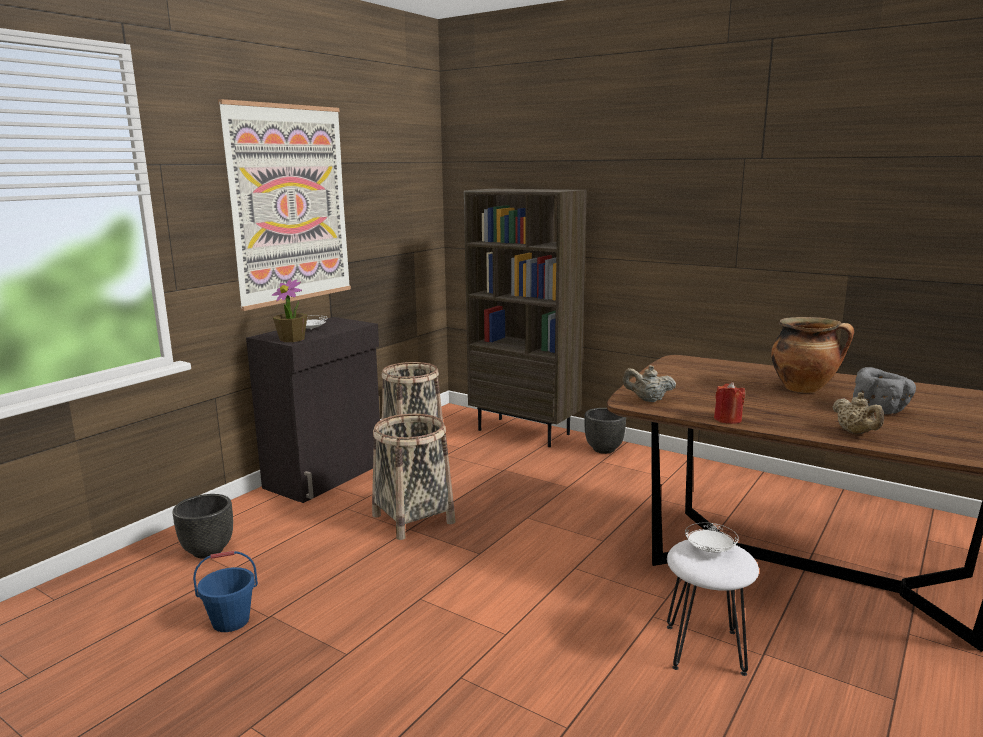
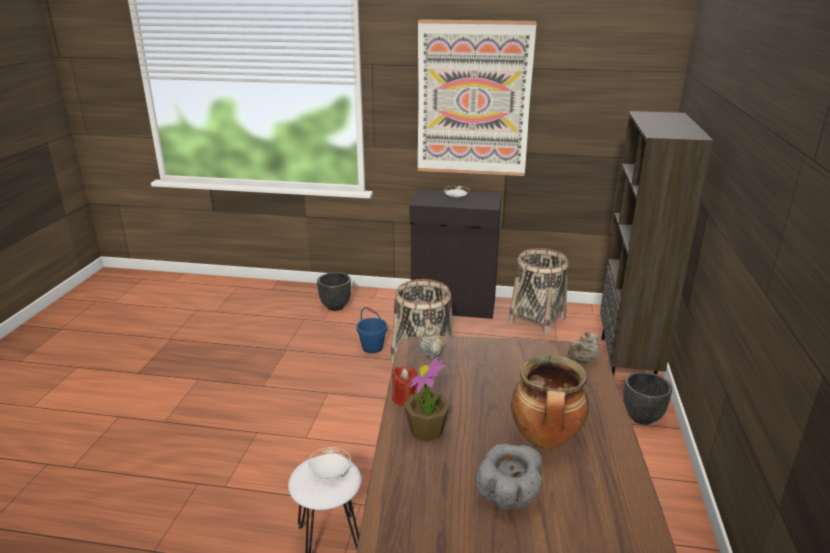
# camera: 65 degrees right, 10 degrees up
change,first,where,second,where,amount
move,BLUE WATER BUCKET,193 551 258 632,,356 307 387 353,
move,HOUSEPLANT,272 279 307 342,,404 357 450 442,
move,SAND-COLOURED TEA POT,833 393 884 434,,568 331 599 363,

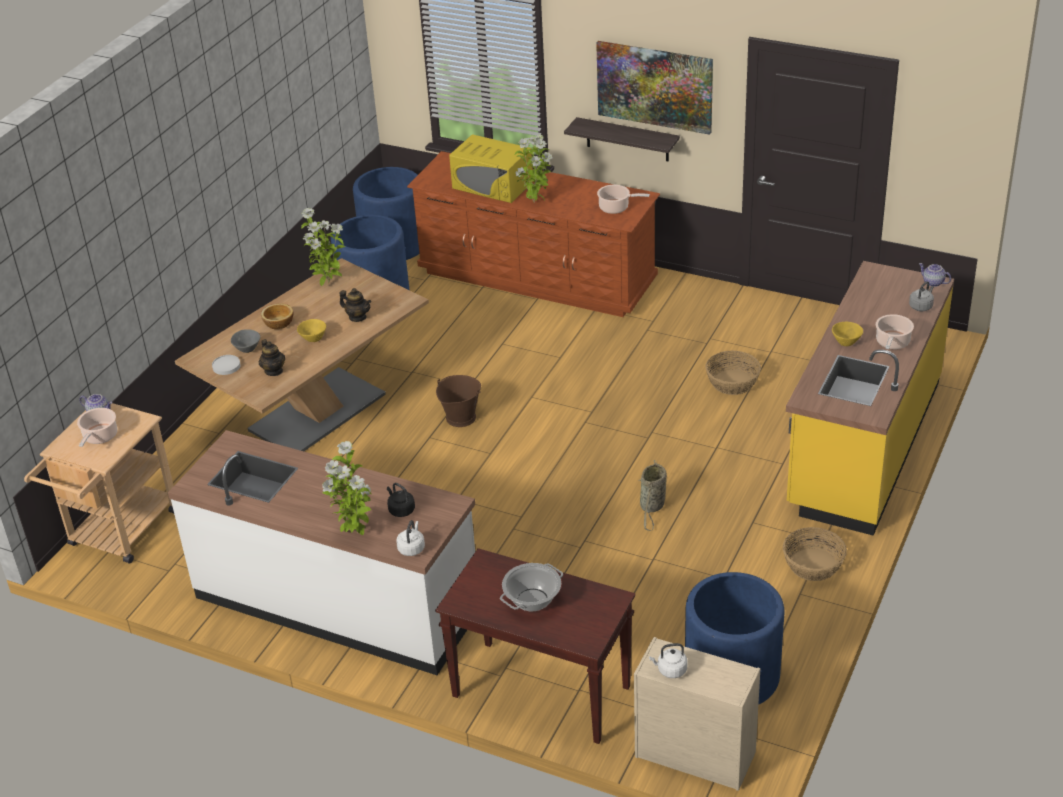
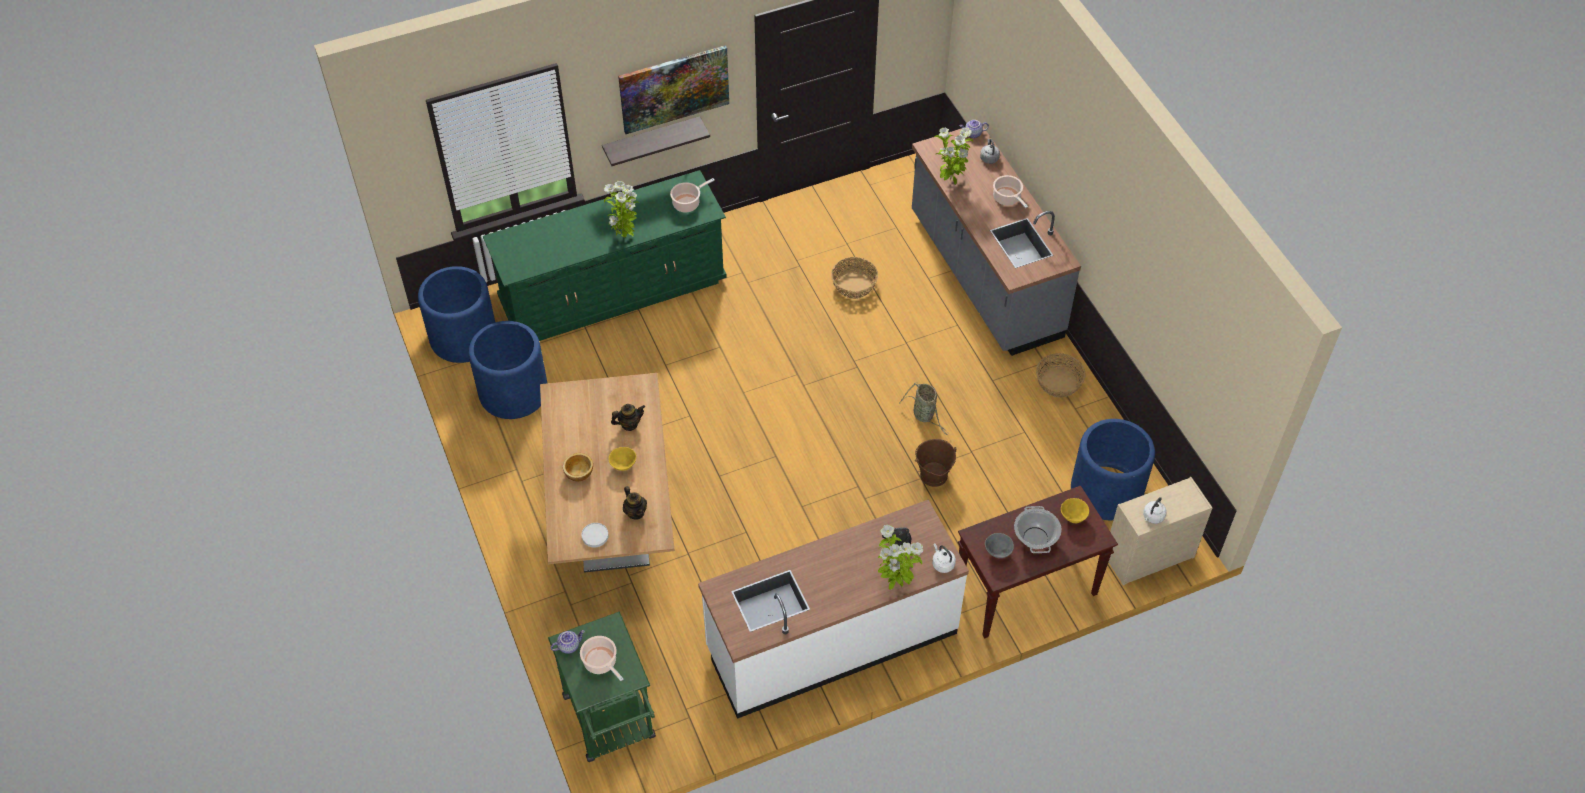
# camera: 50 degrees left, 15 degrees up
change,first,where,second,where,amount
recolor,SAND-COLOURED WHEELED CART,24 403 174 564,GREEN WHEELED CART,548 611 656 762,
move,GREY DEEP DISH,231 329 260 353,,985 533 1014 558,
rotate,TEA POT,259 339 285 376,,623 486 647 520,45 degrees clockwise
move,HOUSEPLANT,301 208 345 286,,935 128 973 185,
recolor,BROWN-COLOURED CHEST OF DRAWERS,407 151 660 317,GREEN CHEST OF DRAWERS,483 170 727 341,
move,BROWN-COLOURED WATER BUCKET,436 375 481 427,,915 439 957 487,
delete,YELLOWISH MICROWAVE OVEN,449 134 533 203,,,
recolor,YELLOWISH COUNTER,786 261 954 536,GREY COUNTER,912 127 1081 356,
move,YELLOWISH DEEP DISH,832 322 863 346,,1061 498 1089 523,

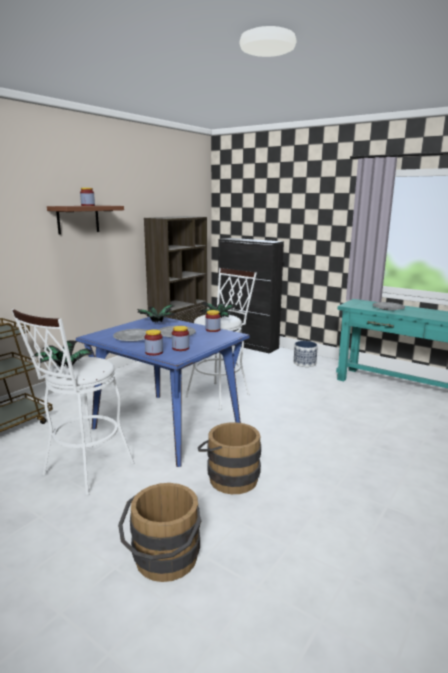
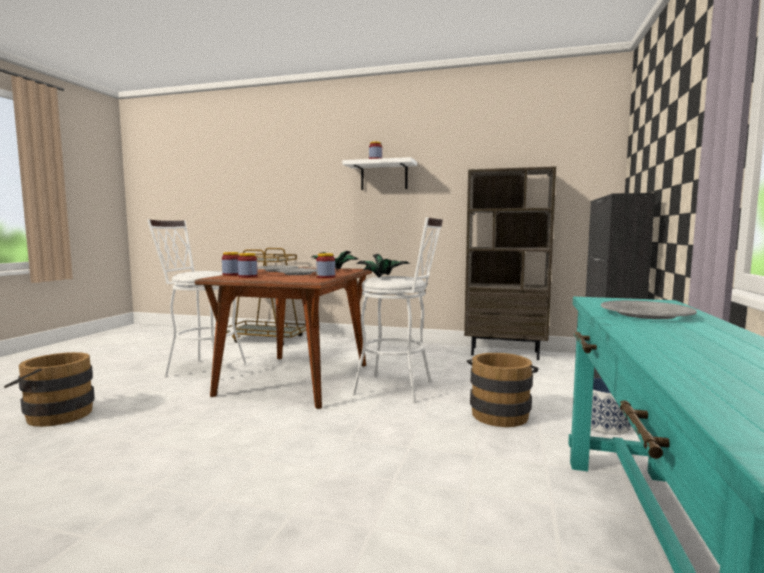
# camera: 70 degrees right, 10 degrees down
change,first,where,second,where,amount
delete,HOUSEPLANT,32 340 93 368,,,
recolor,BROWN-COLOURED BRACKET SHELF,47 205 124 235,WHITISH BRACKET SHELF,342 157 417 190,
recolor,BLUE DINNER TABLE,76 317 250 467,BROWN-COLOURED DINNER TABLE,195 267 372 409,
move,BROWN-COLOURED WATER BUCKET,198 422 261 494,,467 353 539 427,

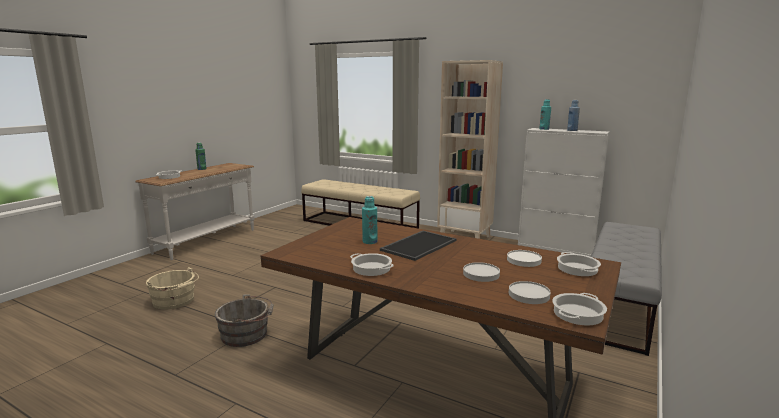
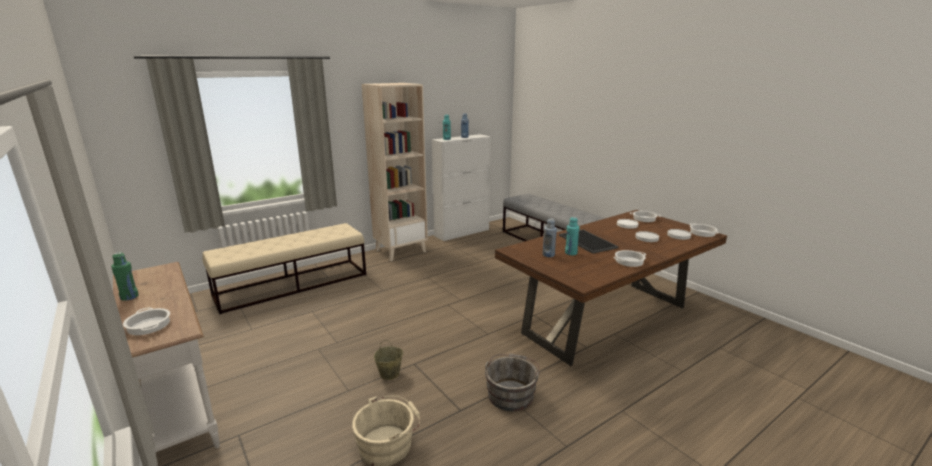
# camera: 65 degrees left, 5 degrees up
change,first,where,second,where,amount
insert,,,SAND-COLOURED WATER BUCKET,374 340 403 380,
insert,,,BLUE DRINK BOTTLE,543 218 557 257,

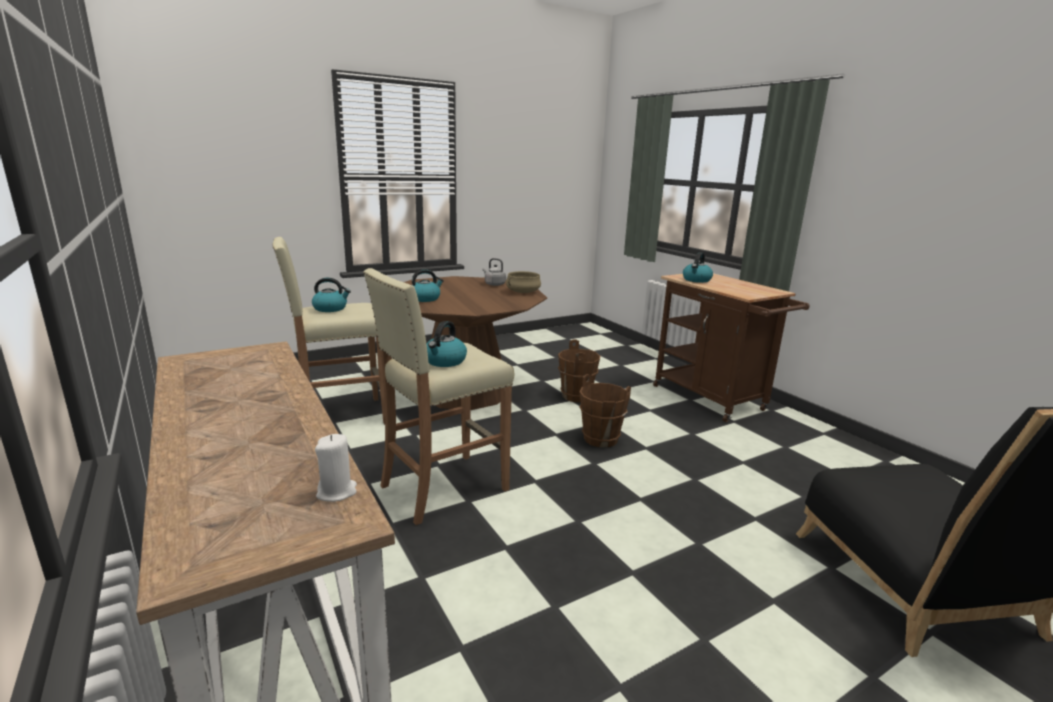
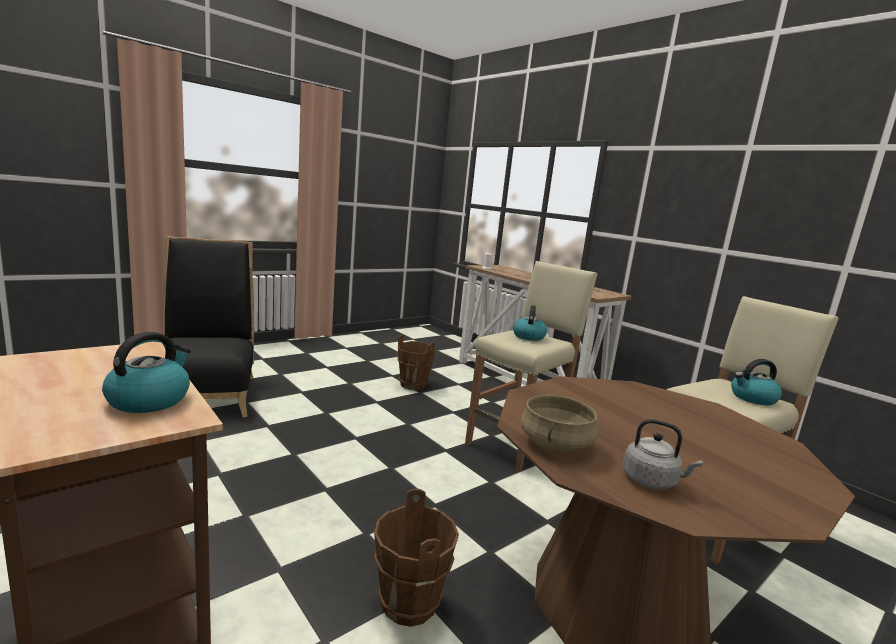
# camera: 170 degrees right, 5 degrees down
change,first,where,second,where,amount
delete,WATER KETTLE,412 269 444 302,,,
move,BROWN-COLOURED WATER BUCKET,579 374 631 448,,397 334 436 390,

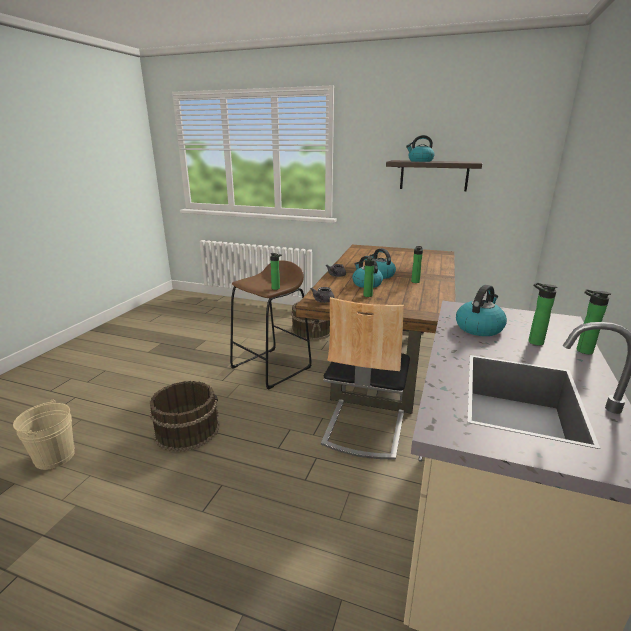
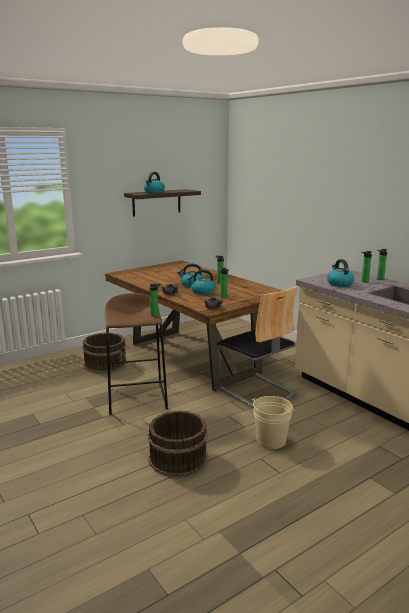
# camera: 55 degrees left, 5 degrees down
change,first,where,second,where,amount
move,SAND-COLOURED WATER BUCKET,13 400 75 470,,251 396 294 449,

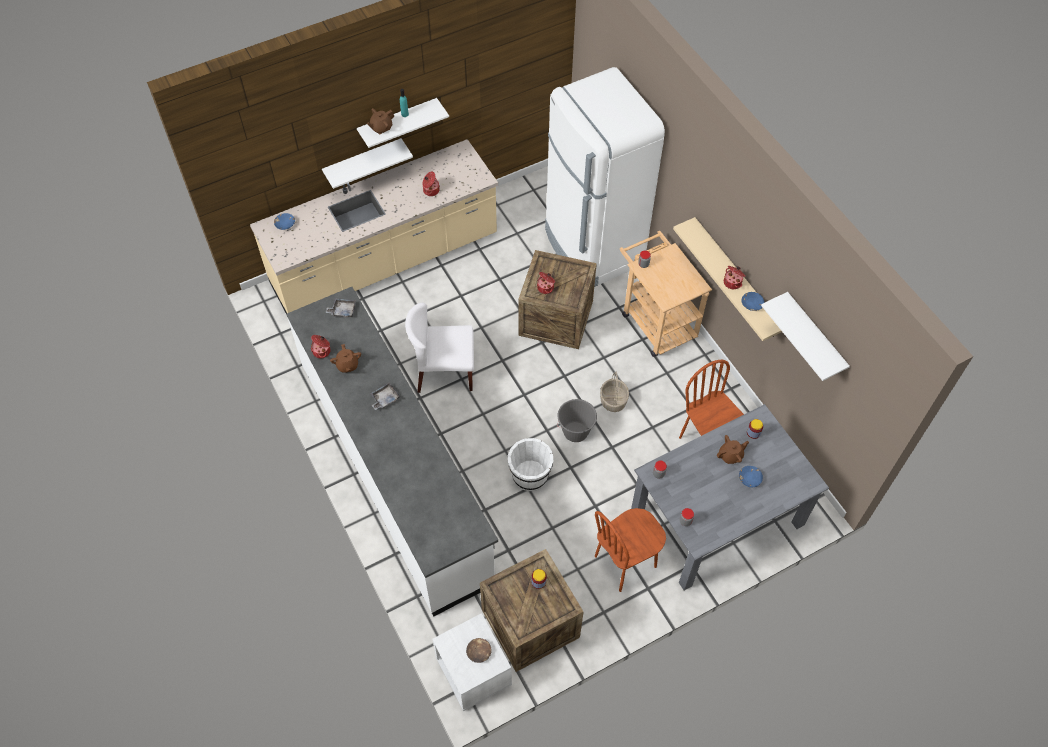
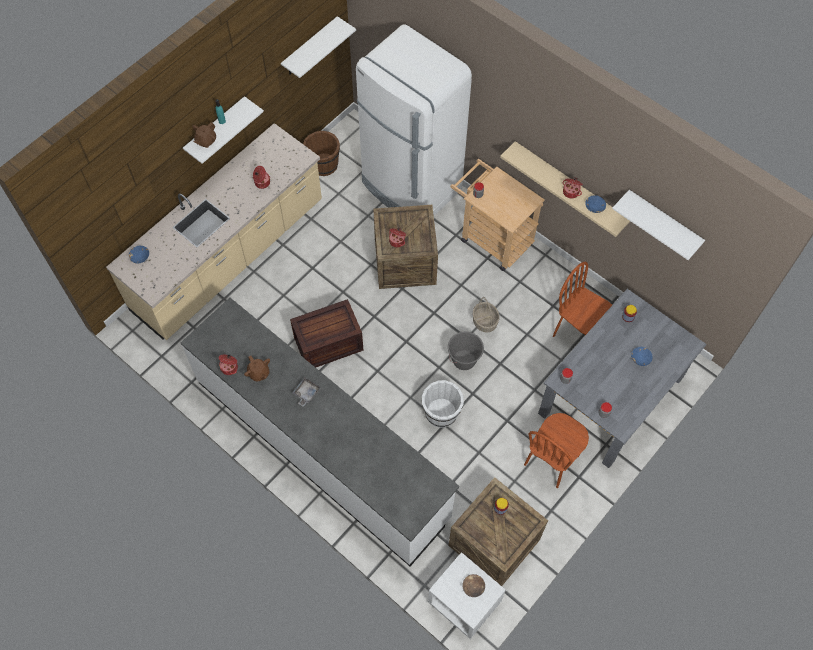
# camera: 20 degrees left, 5 degrees up
change,first,where,second,where,amount
move,WHITISH BRACKET SHELF,322 138 413 189,,281 16 356 78,
delete,GREY TRAY,326 298 356 318,,,
replace,WHITISH UPRIGHT CHAIR,405 303 474 393,PACKING CRATE,290 299 363 368,
delete,BROWN-COLOURED TEA POT,717 435 749 464,,,
insert,,,BROWN-COLOURED WATER BUCKET,303 131 340 176,

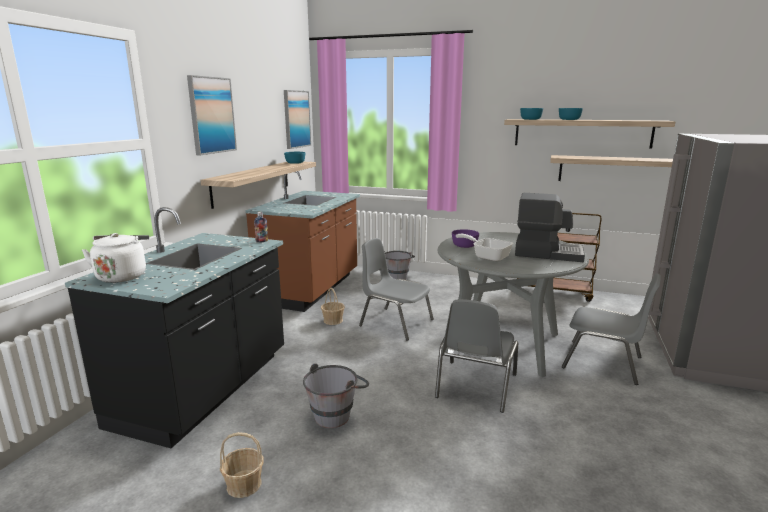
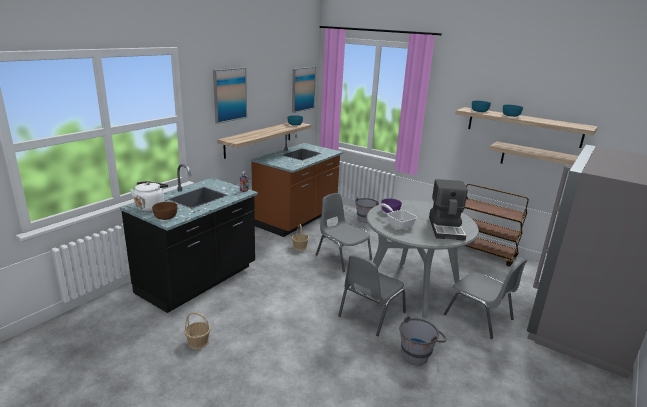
# camera: 15 degrees right, 5 degrees up
change,first,where,second,where,amount
move,GREY WATER BUCKET,303 364 369 428,,399 316 447 365,
rotate,COFFEE MAKER,515 193 585 262,,429 179 468 241,60 degrees clockwise
insert,,,BROWN-COLOURED DEEP DISH,152 202 177 220,

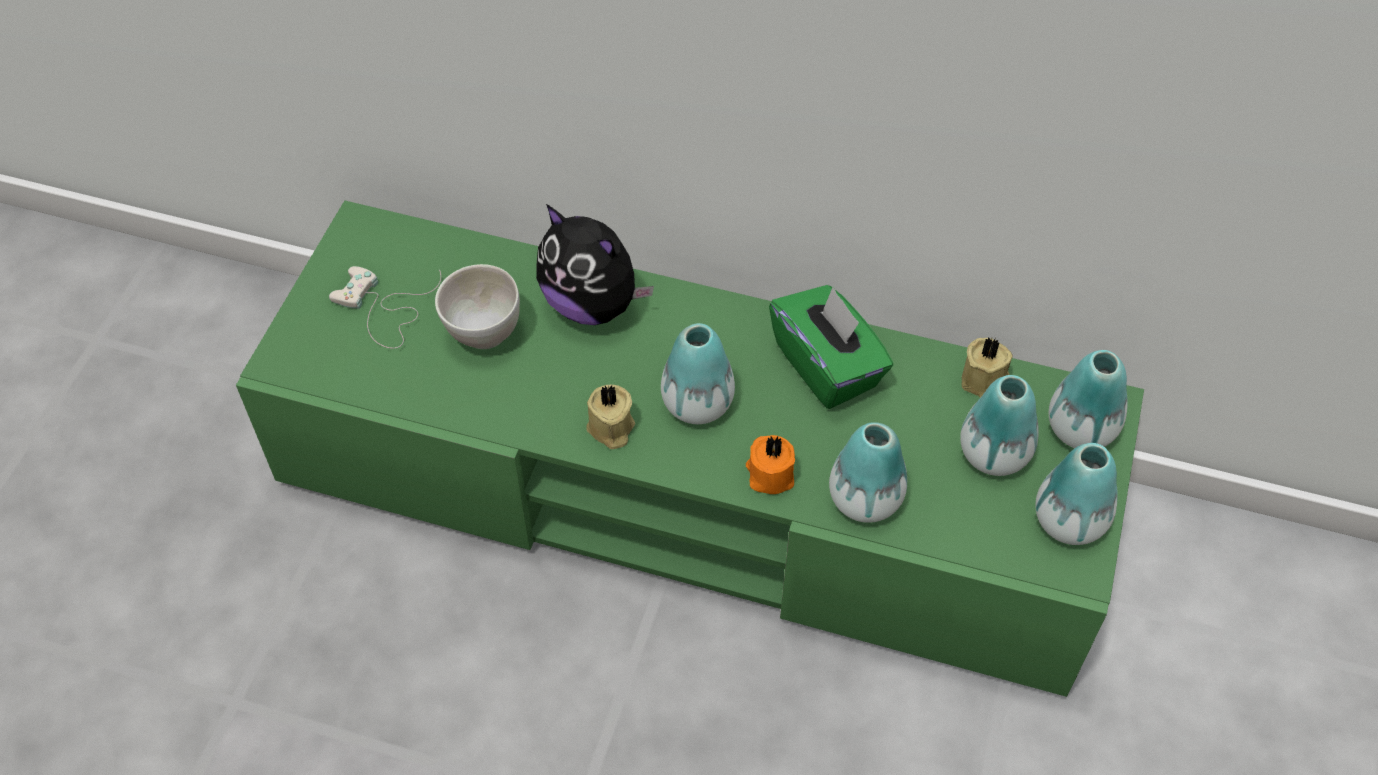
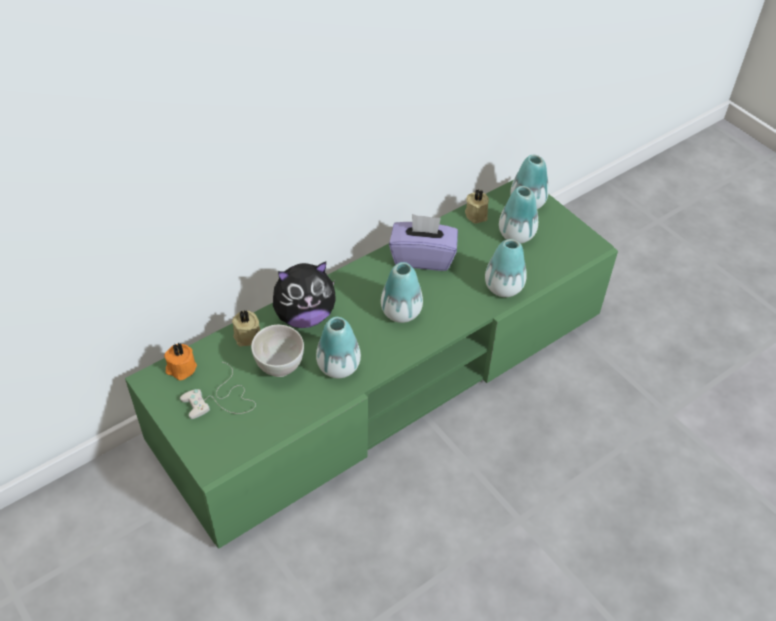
# camera: 55 degrees left, 5 degrees down
change,first,where,second,where,amount
move,SAND-COLOURED CANDLE,586 384 635 449,,232 310 260 347,
move,ORANGE CANDLE,746 435 795 494,,164 343 197 380,
recolor,GREEN BOX OF TISSUES,769 285 893 409,PURPLISH BOX OF TISSUES,389 214 458 271,
move,FLOWER VASE,1035 443 1118 545,,316 317 361 378,

